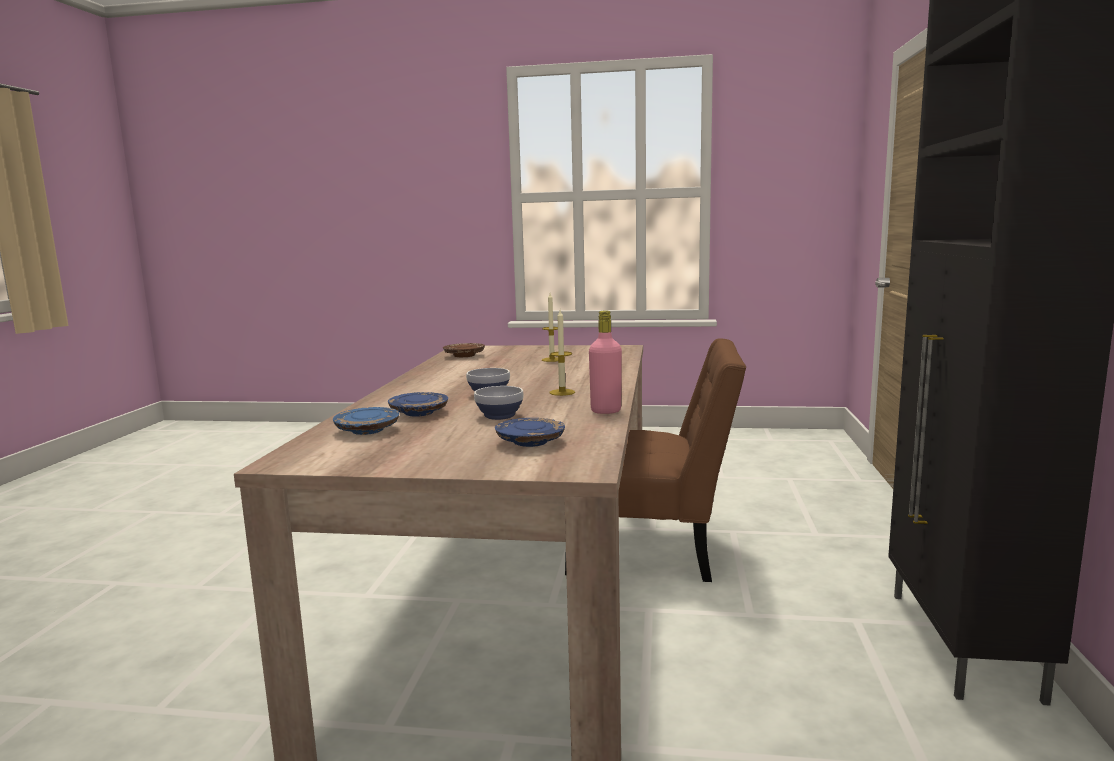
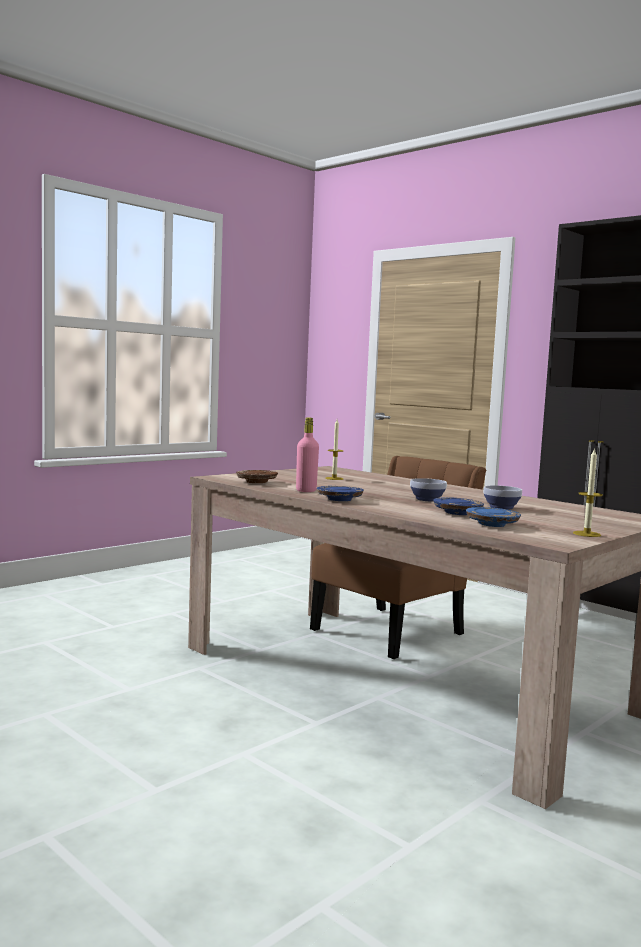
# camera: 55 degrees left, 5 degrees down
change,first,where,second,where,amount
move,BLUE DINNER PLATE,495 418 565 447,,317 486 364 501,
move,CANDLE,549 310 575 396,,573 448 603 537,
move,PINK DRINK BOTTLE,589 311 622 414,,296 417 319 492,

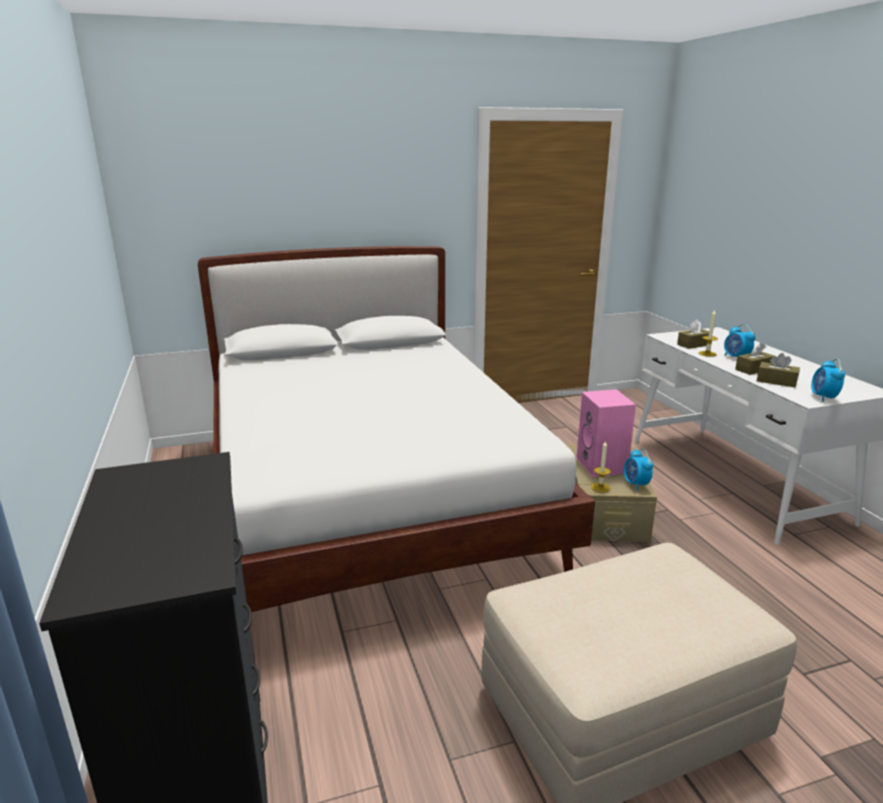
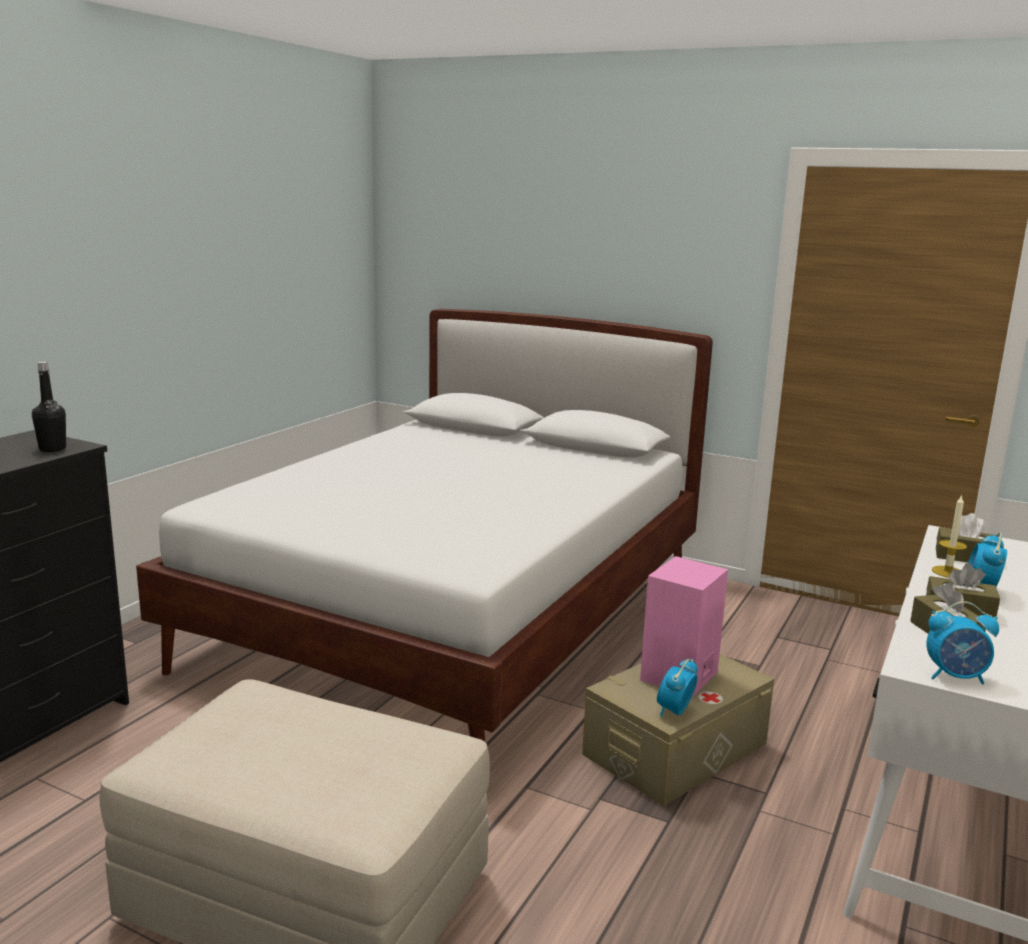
# camera: 45 degrees right, 5 degrees down
change,first,where,second,where,amount
delete,CANDLE,591 440 611 492,,,
rotate,TABLE CLOCK,811 359 845 402,,926 601 999 684,135 degrees counterclockwise
insert,,,BLACKISH DRINK BOTTLE,32 362 66 452,

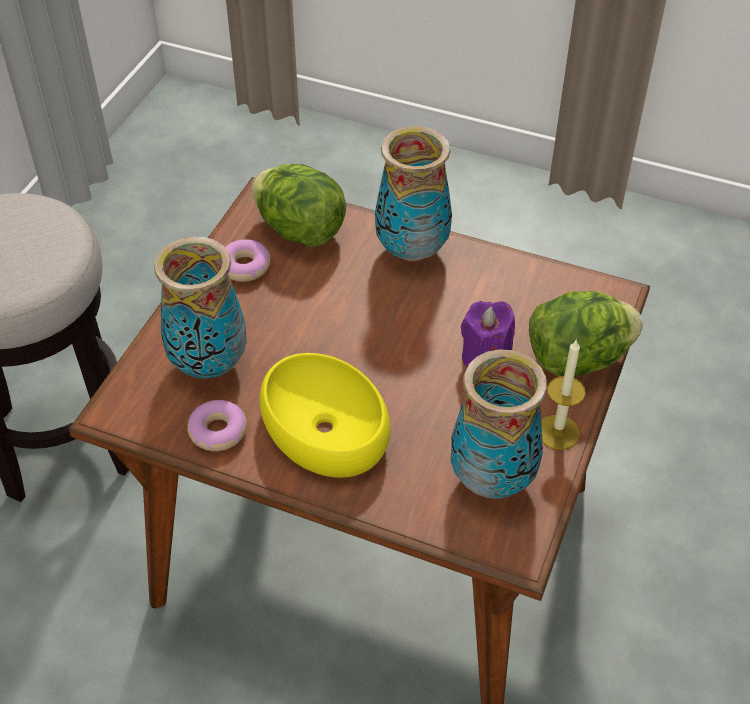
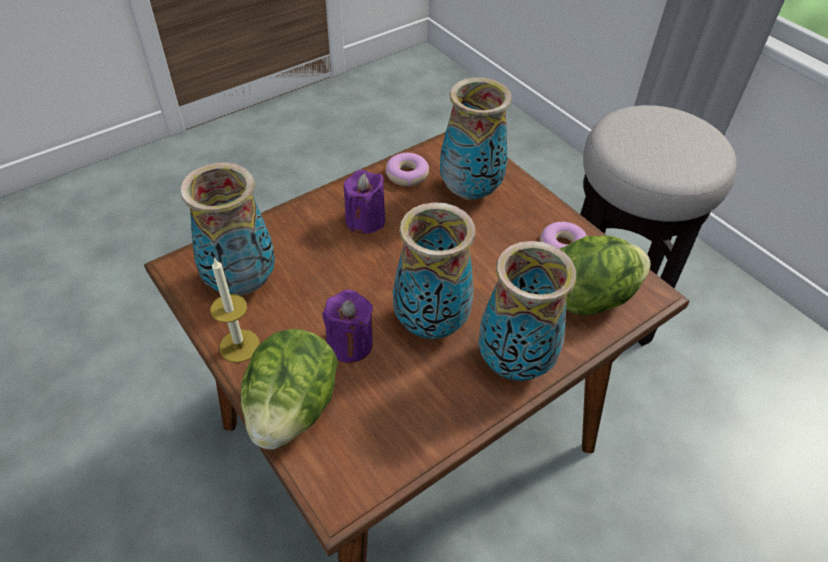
# camera: 120 degrees right, 0 degrees up
change,first,where,second,where,amount
replace,YELLOWISH DEEP DISH,260 353 390 478,PURPLISH CANDLE,344 170 385 234,
insert,,,FLOWER VASE,393 202 476 339,

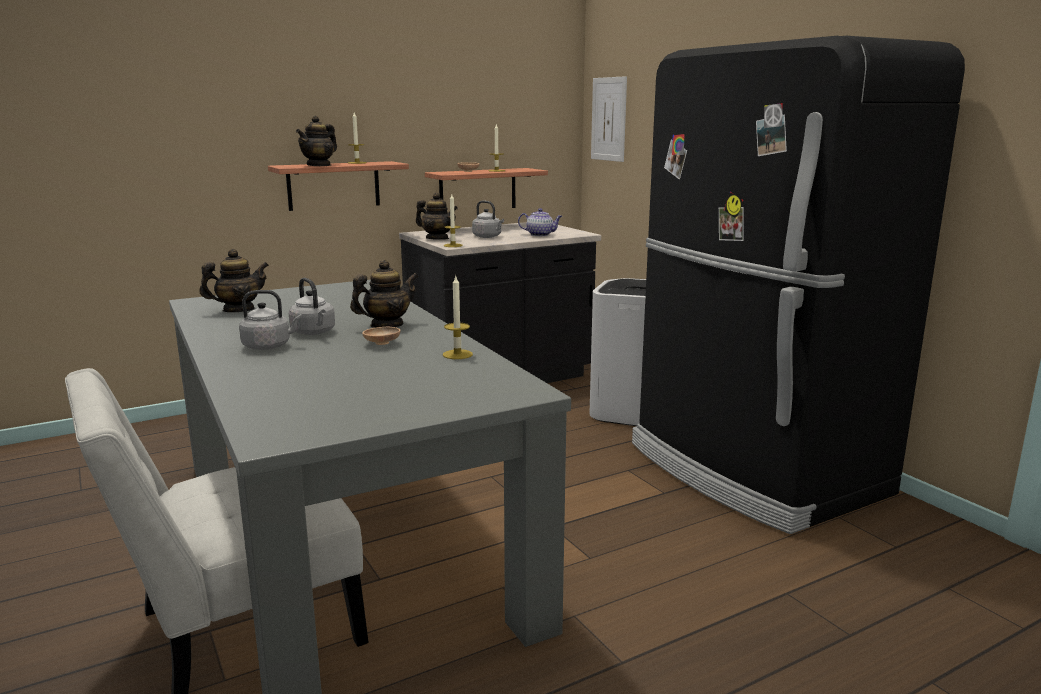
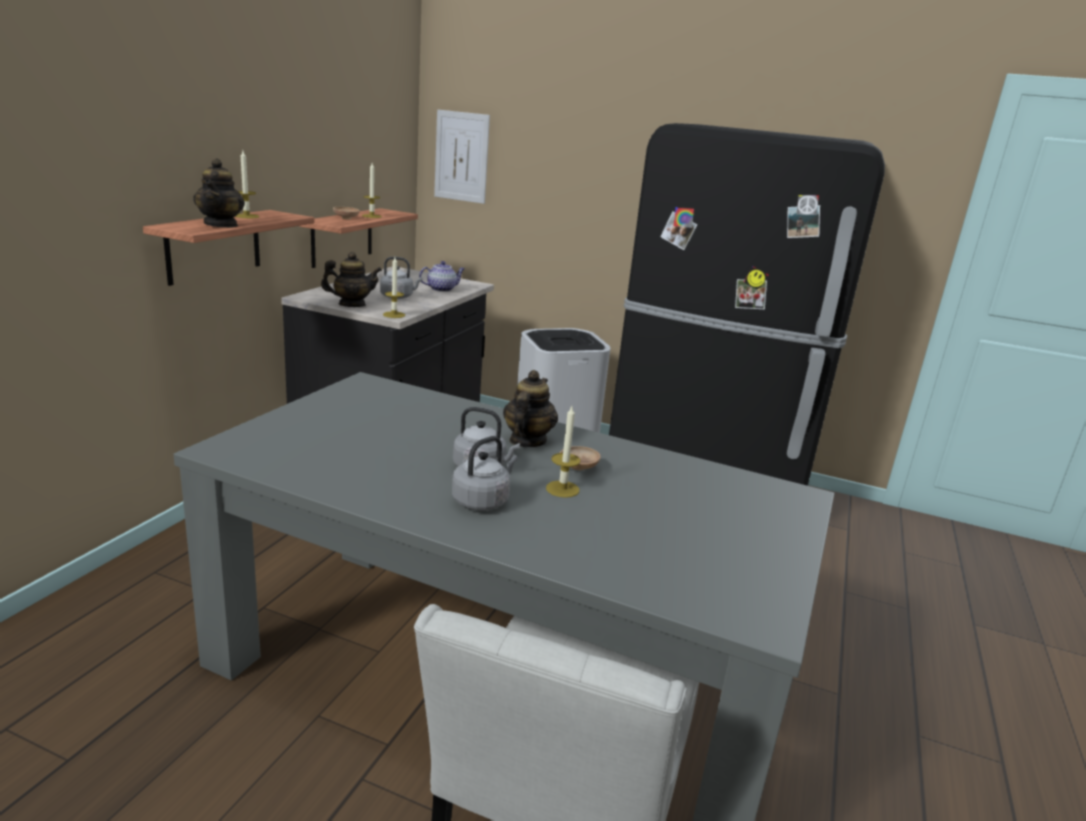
# camera: 40 degrees left, 5 degrees up
change,first,where,second,where,amount
delete,TEA POT,199 249 269 312,,,
move,CANDLE,443 276 473 359,,546 406 580 498,

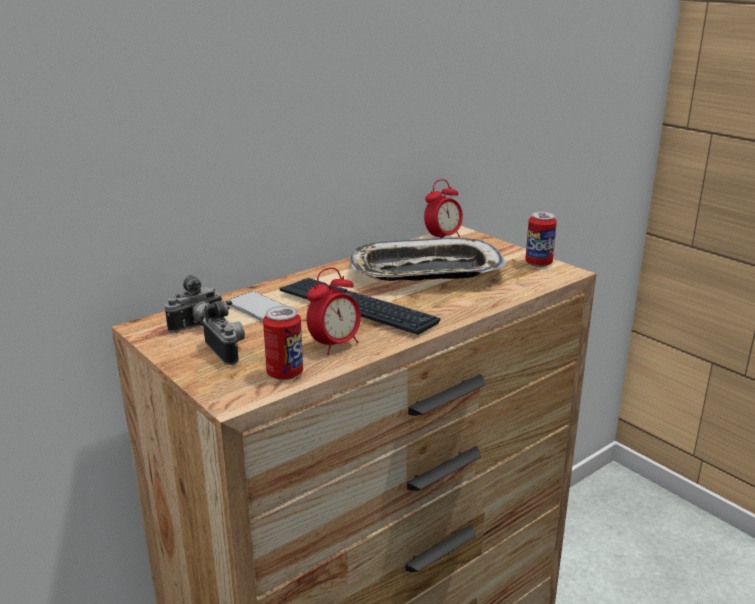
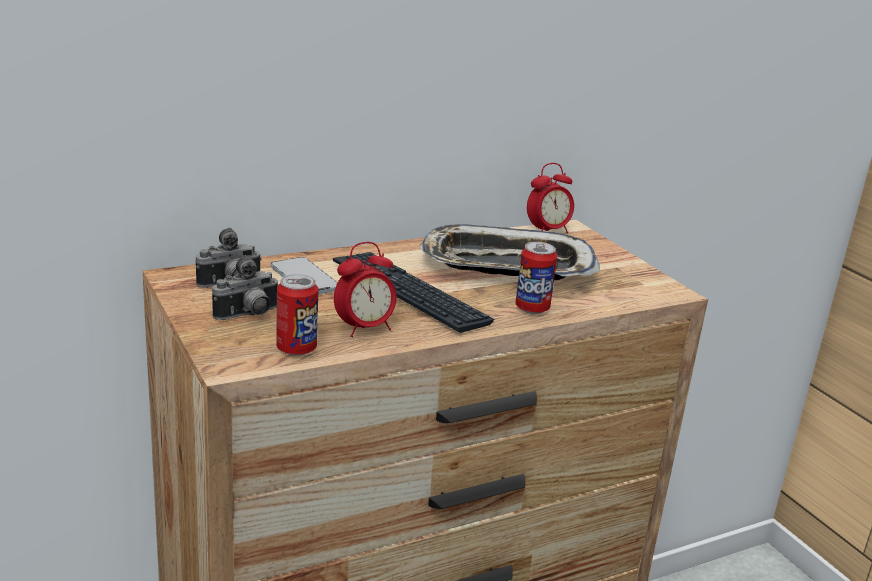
# camera: 10 degrees right, 0 degrees up
change,first,where,second,where,amount
rotate,PHOTO CAMERA,203 300 245 365,,212 255 279 320,75 degrees clockwise
move,METAL CAN,525 212 557 267,,515 242 557 314,

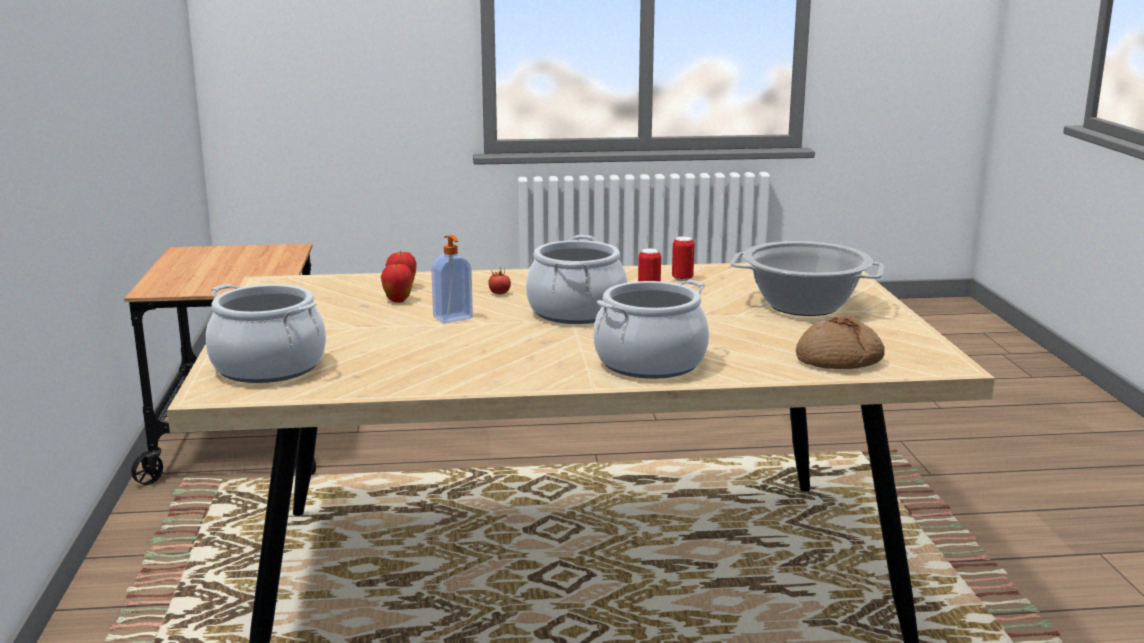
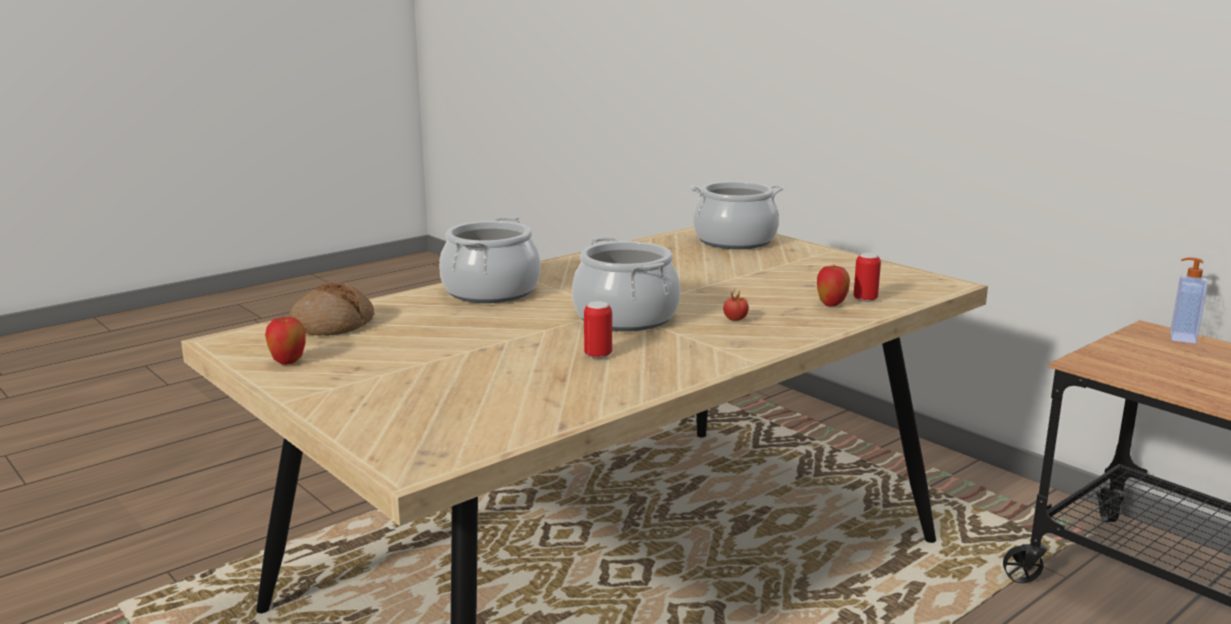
# camera: 145 degrees right, 0 degrees up
change,first,where,second,where,amount
move,APPLE FRUIT,381 262 413 303,,265 317 306 365,
move,SOAP BOTTLE,431 235 473 323,,1170 258 1207 344,
move,METAL CAN,672 236 694 281,,854 253 881 302,
delete,SAUCEPOT,730 241 884 316,,,

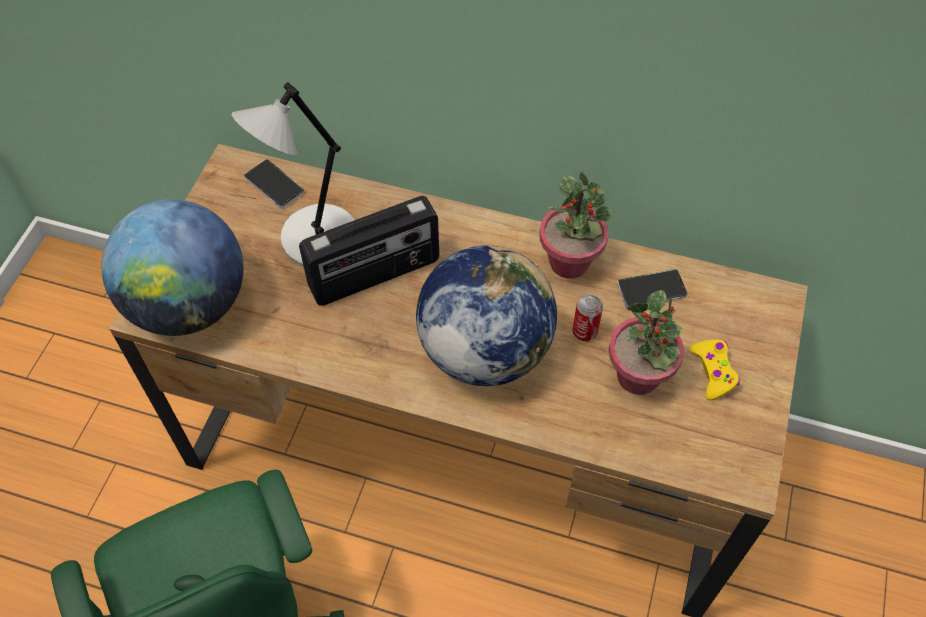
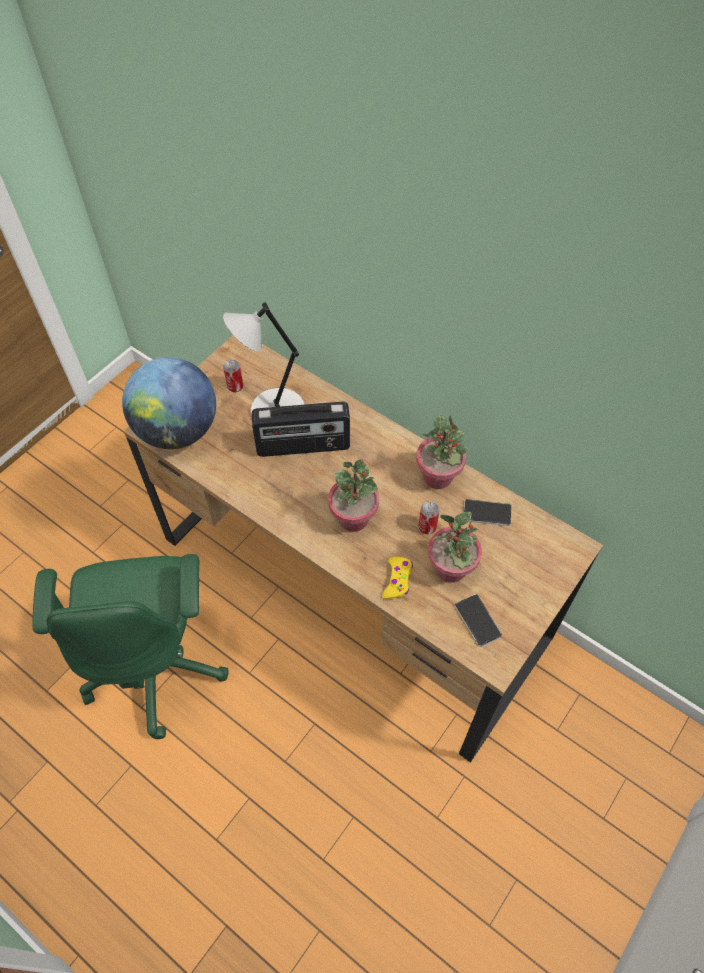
# camera: 20 degrees right, 0 degrees up
change,first,where,second,where,amount
move,PHONE,244 159 304 209,,455 594 502 647,
replace,GLOBE,416 245 557 386,HOUSEPLANT,328 459 379 532,
move,YELLOWISH GAMEPAD,689 340 740 400,,382 557 413 599,
insert,,,METAL CAN,223 359 243 392,

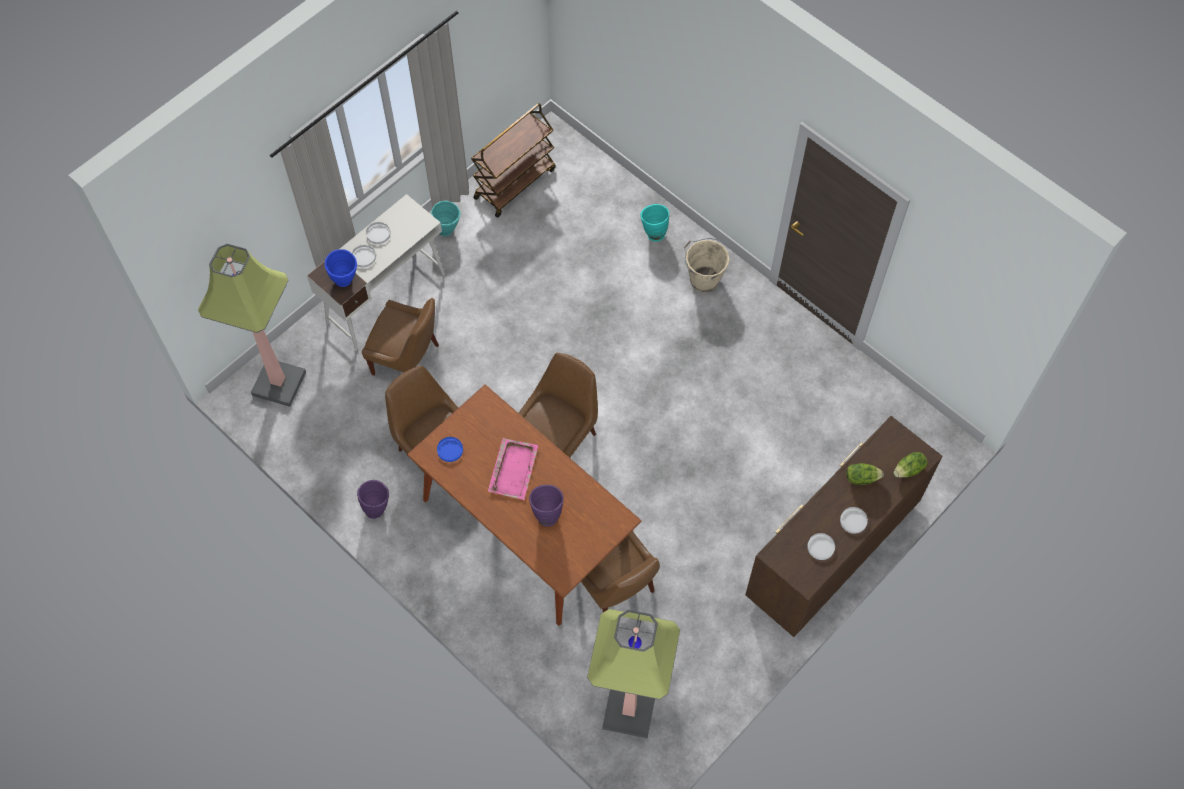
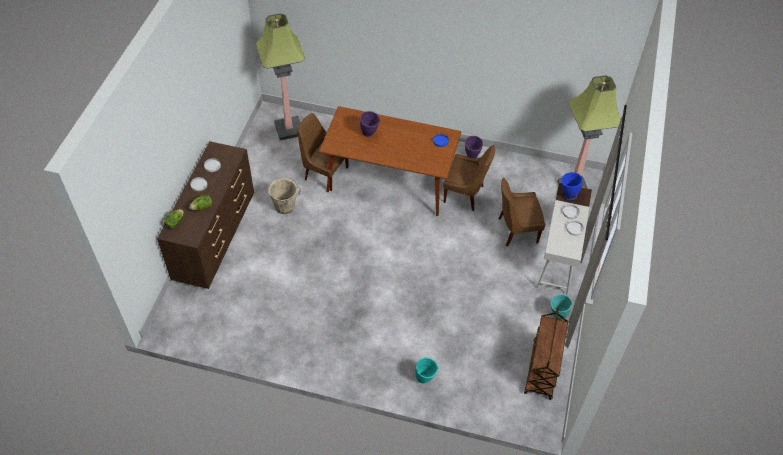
# camera: 150 degrees right, 10 degrees down
change,first,where,second,where,amount
delete,PINK TRAY,488 438 538 500,,,
delete,BROWN-COLOURED UPRIGHT CHAIR,519 353 598 458,,,
move,SAND-COLOURED WATER BUCKET,684 238 730 292,,268 178 301 214,

